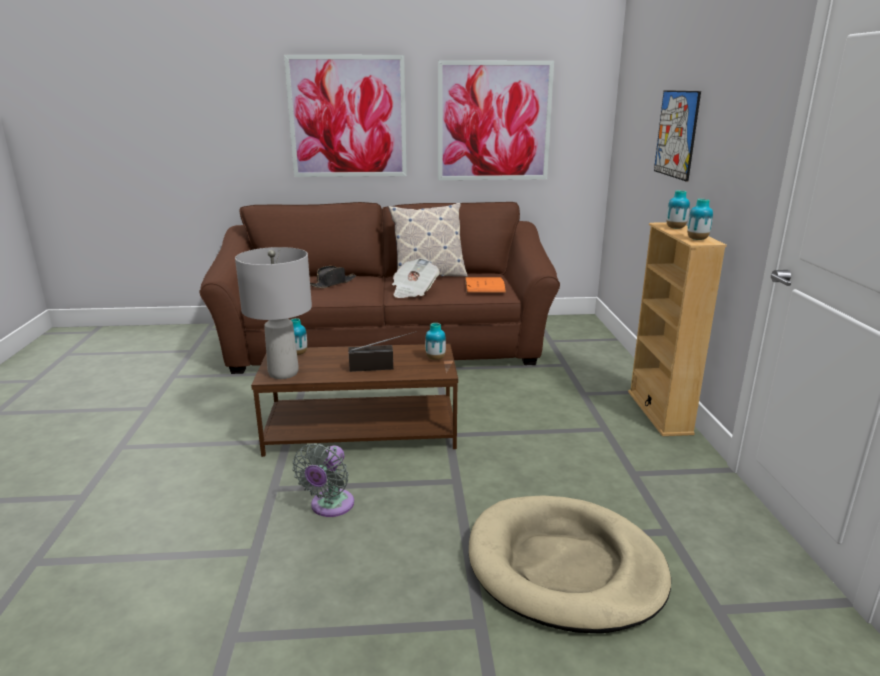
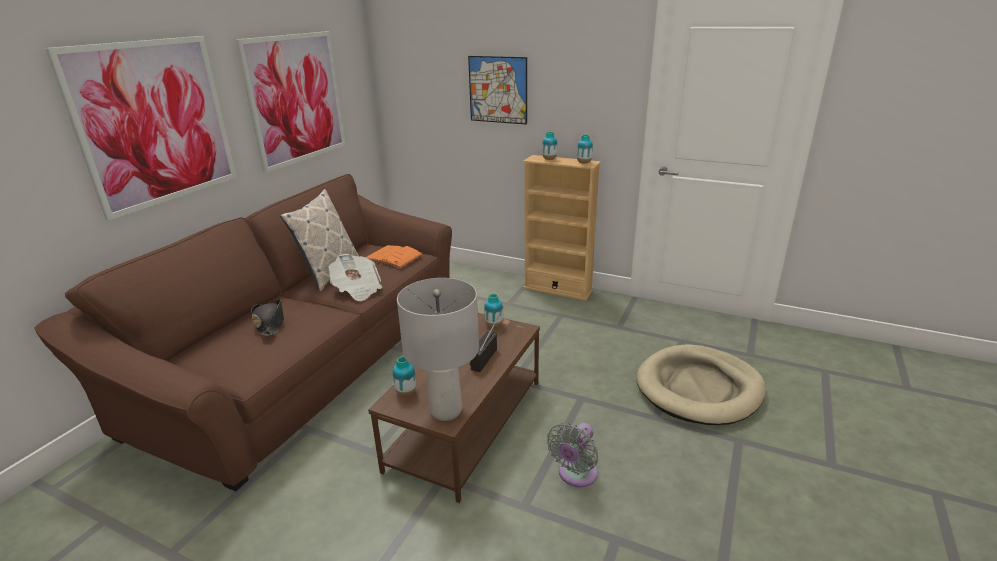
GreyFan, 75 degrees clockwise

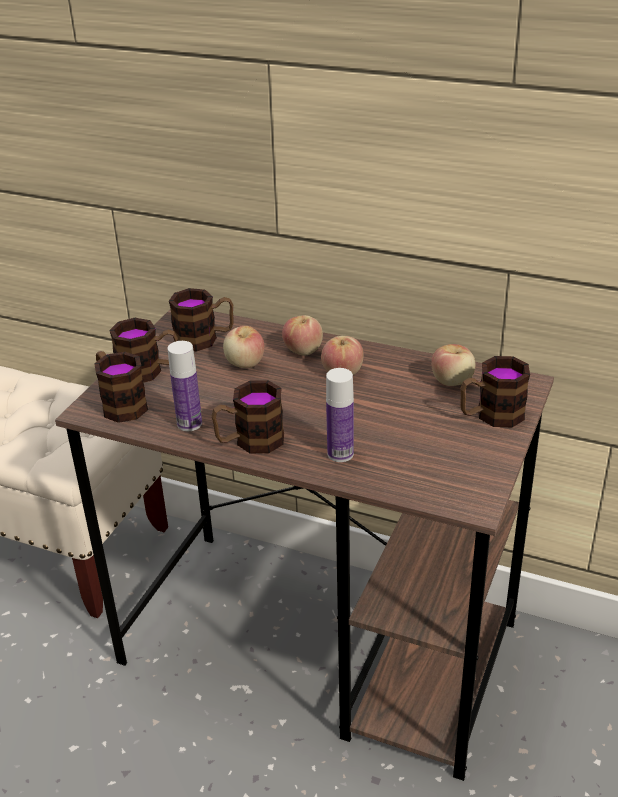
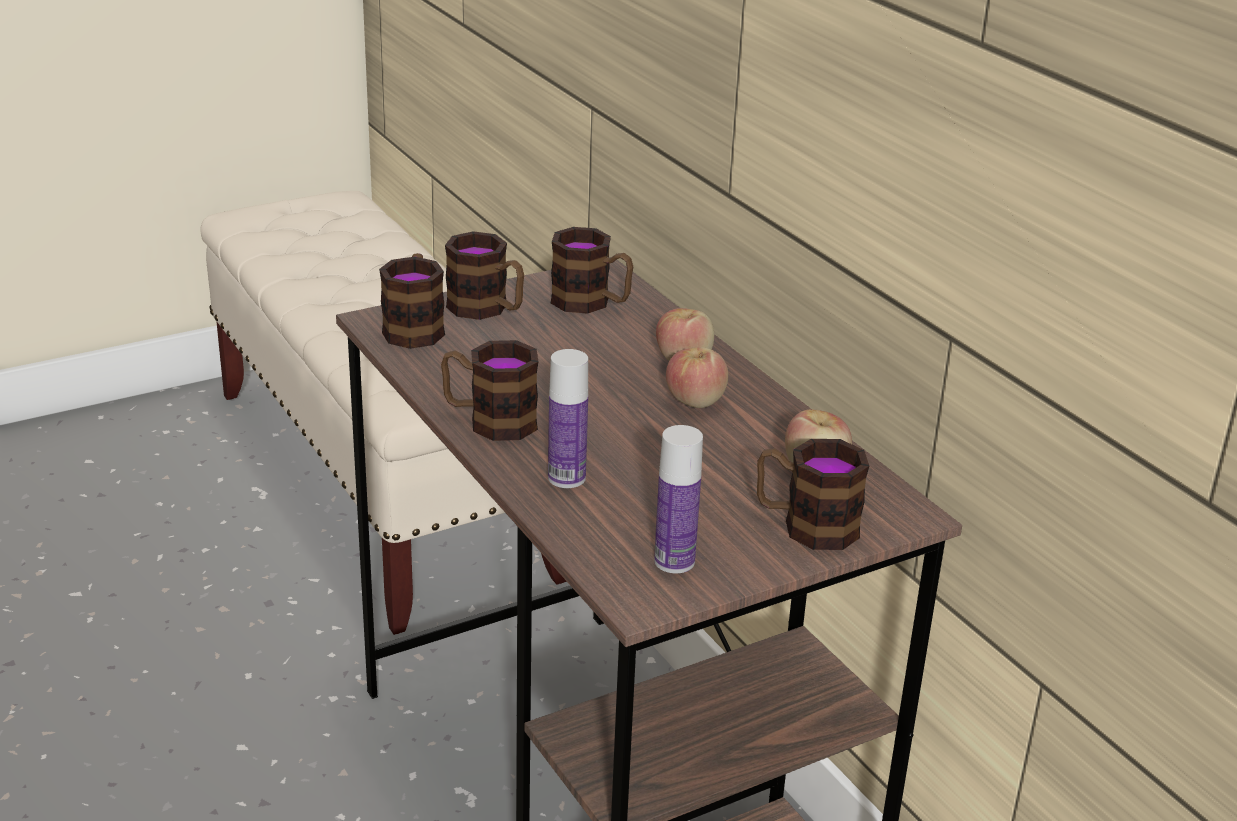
Bottle (1st from left in the first image) => Bottle (2nd from left), moved
Apple (1st from left) => nothing

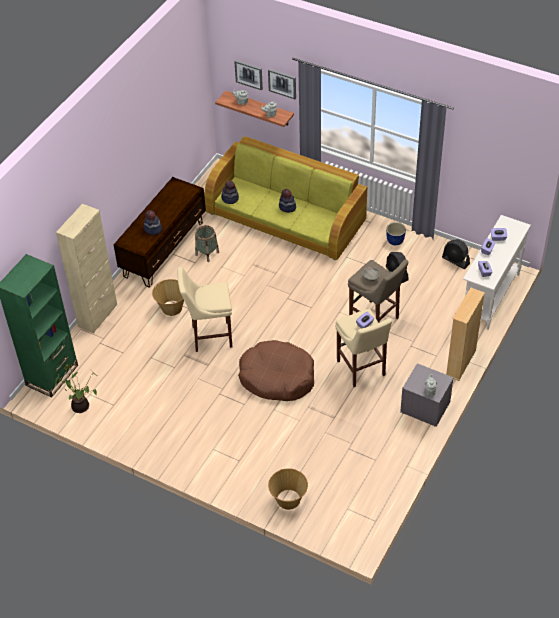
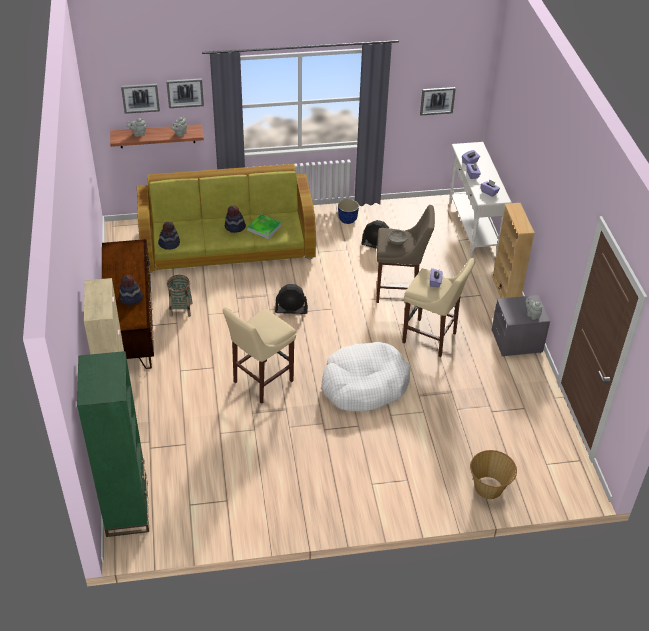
nothing => Tray
BlackFan (2nd from left in the first image) => BlackFan (1st from left), moved
BrownDogBed => WhiteDogBed
nothing => Picture (3rd from left)
PottedPlant => nothing
Basket (1st from left) => nothing

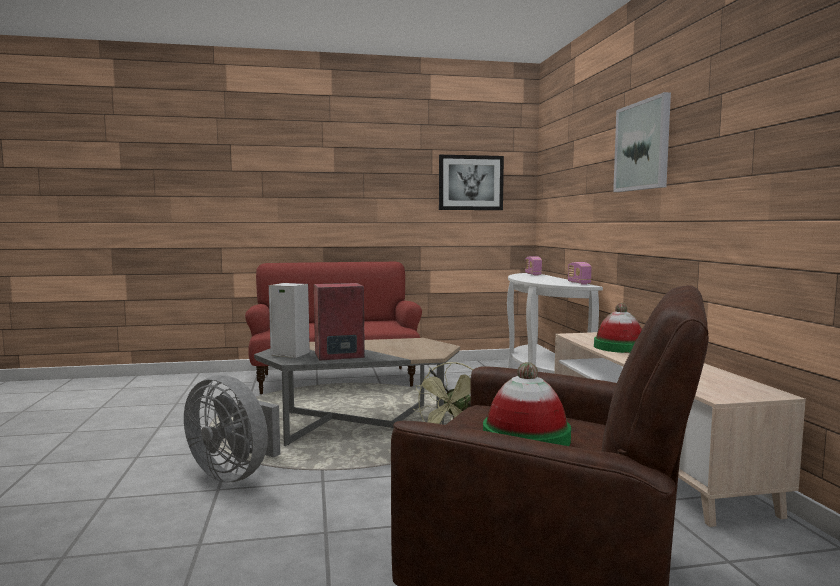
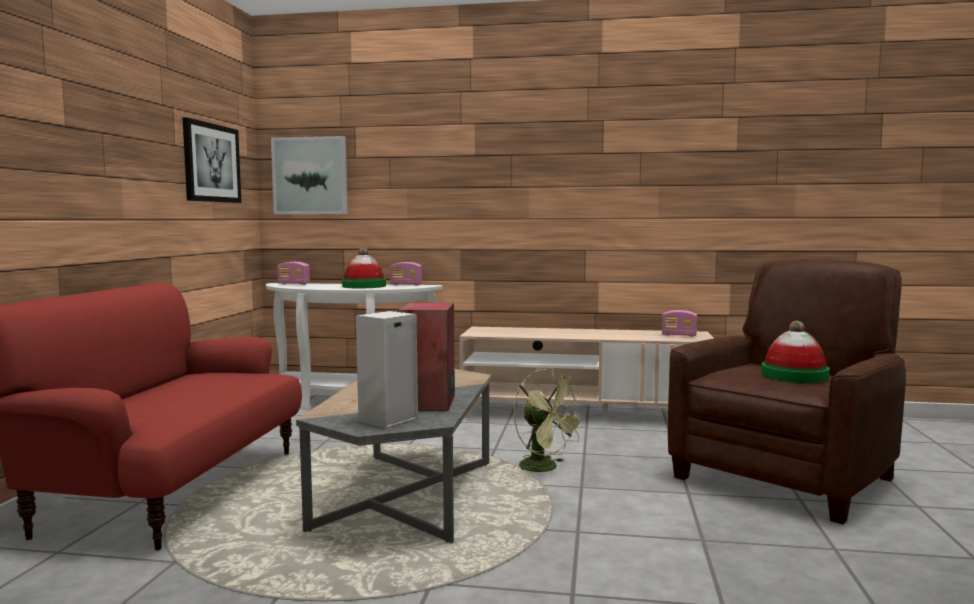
Picture (2nd from left), moved
Hat (2nd from left in the first image) => Hat (1st from left), moved
nothing => Radio (3rd from left)
GreyFan => nothing

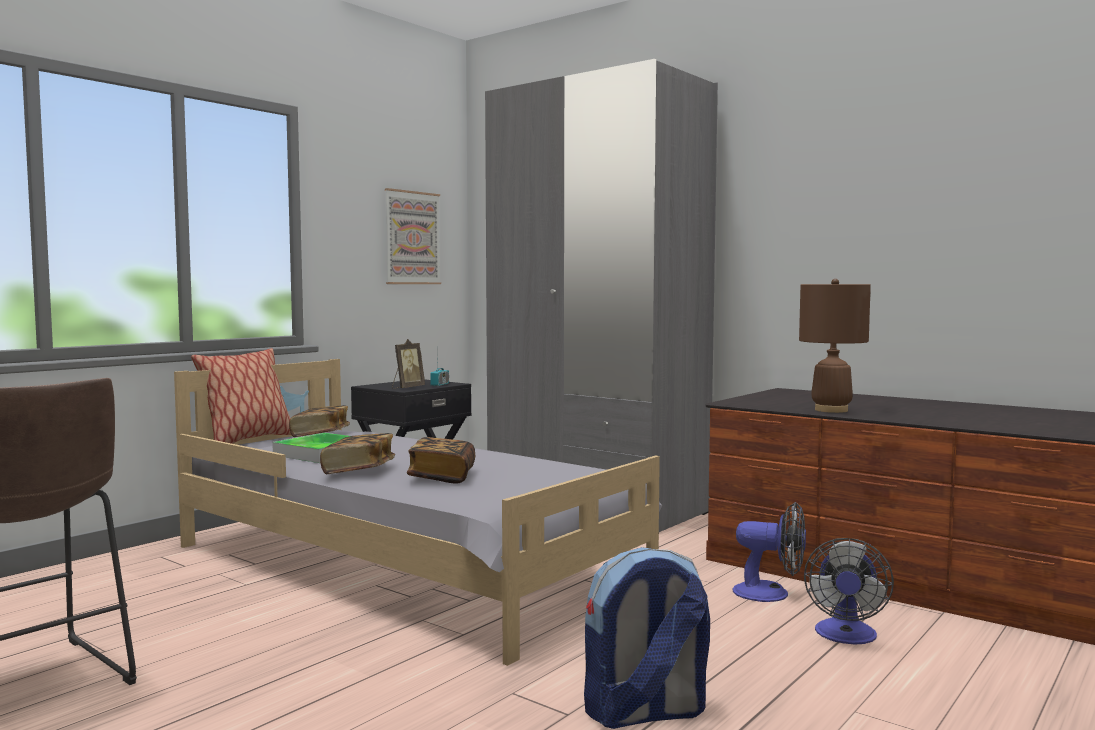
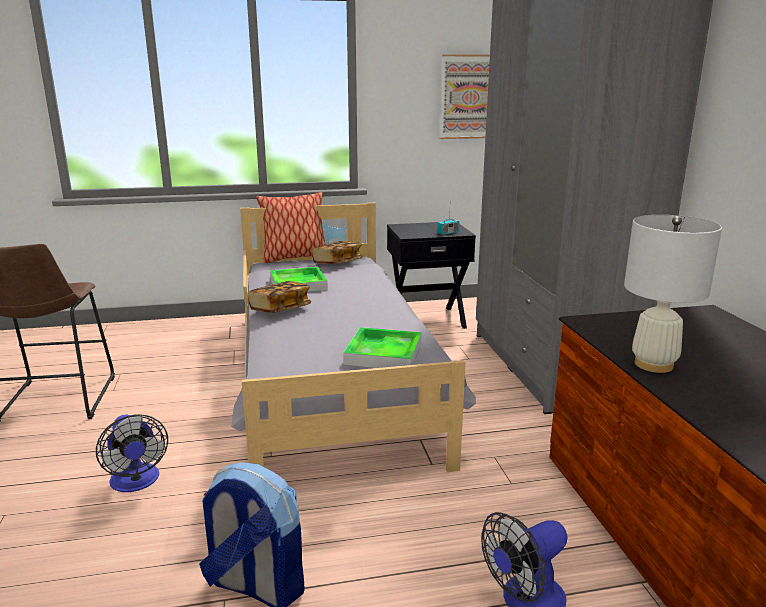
Fan (1st from left), moved
nothing => Tray (2nd from left)
BrownTableLamp => WhiteTableLamp
PictureFrame => nothing
Book (3rd from left) => nothing

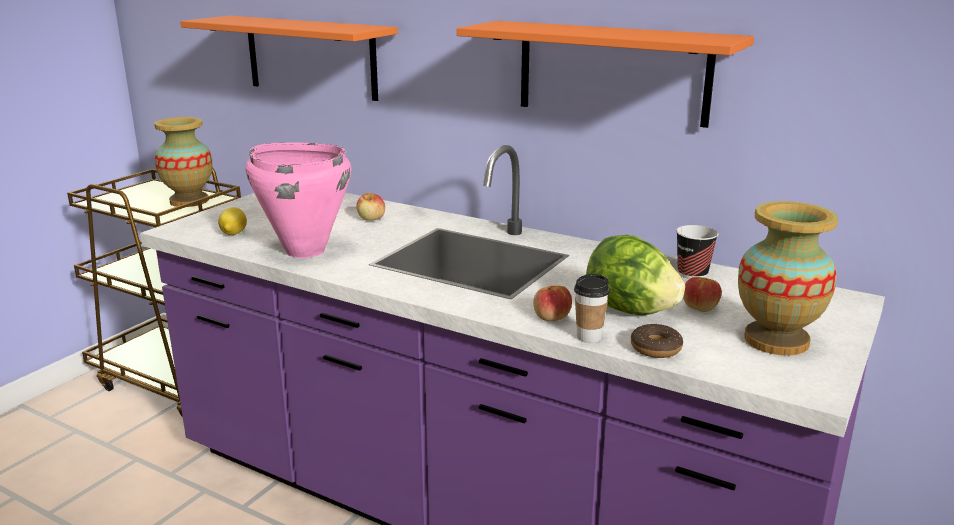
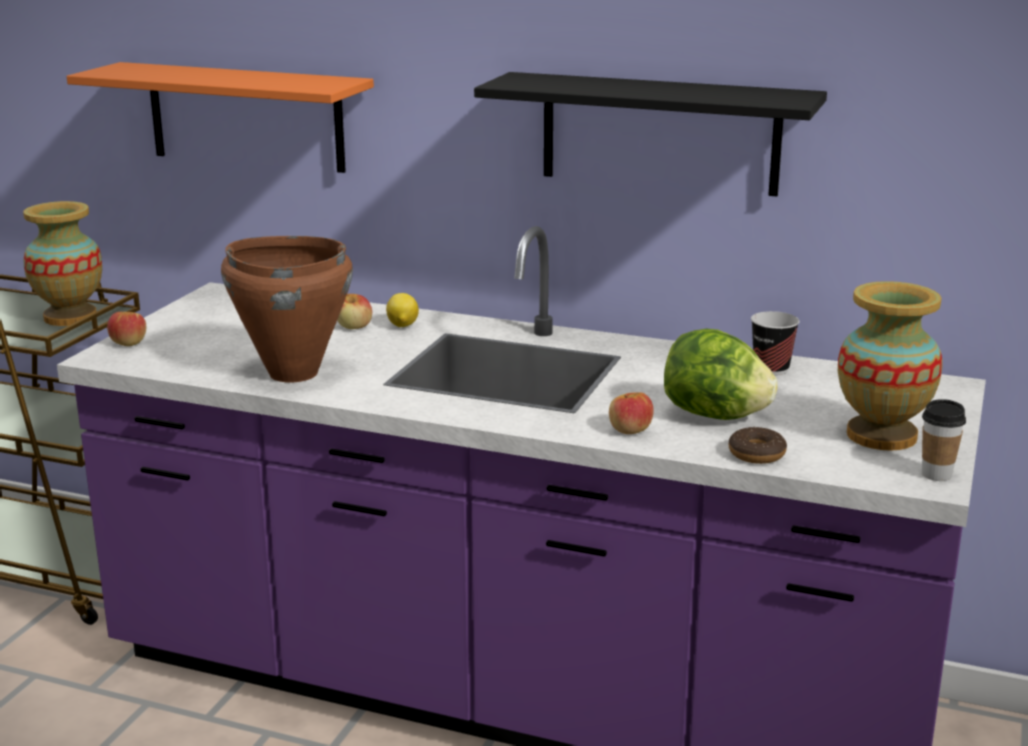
Apple (3rd from left in the first image) => Apple (1st from left), moved
PinkCookingPot => BrownCookingPot
Lemon, moved
OrangeShelf (2nd from left) => BlackShelf
Cup (1st from left in the first image) => Cup (2nd from left), moved

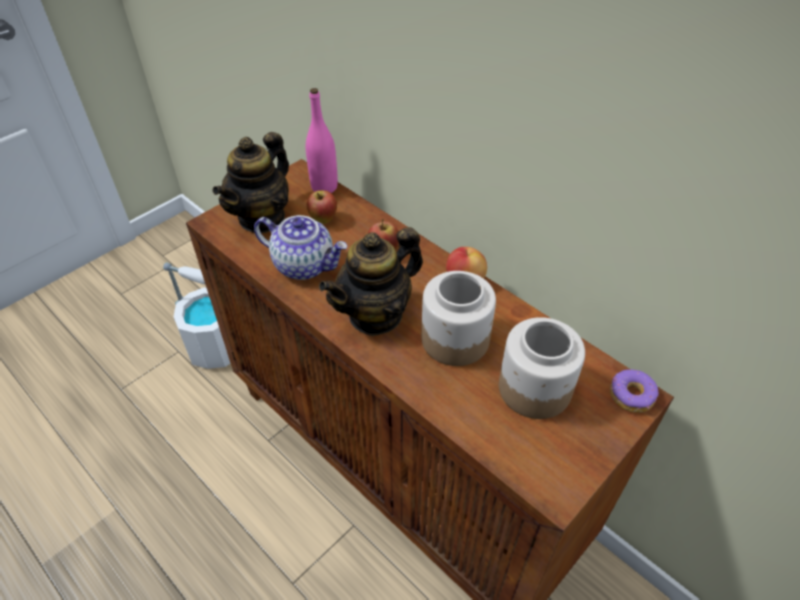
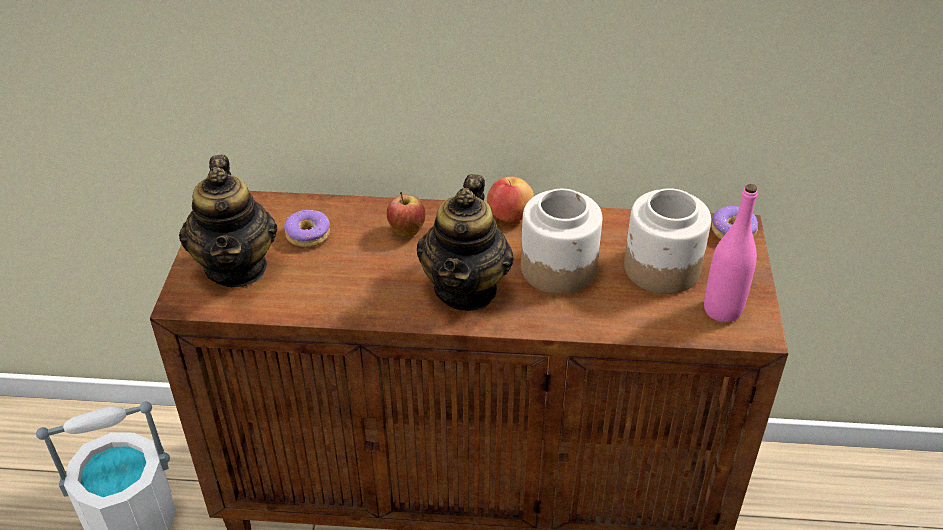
Apple (1st from left) => Donut (1st from left)
PinkBottle, moved
Teapot (2nd from left) => nothing

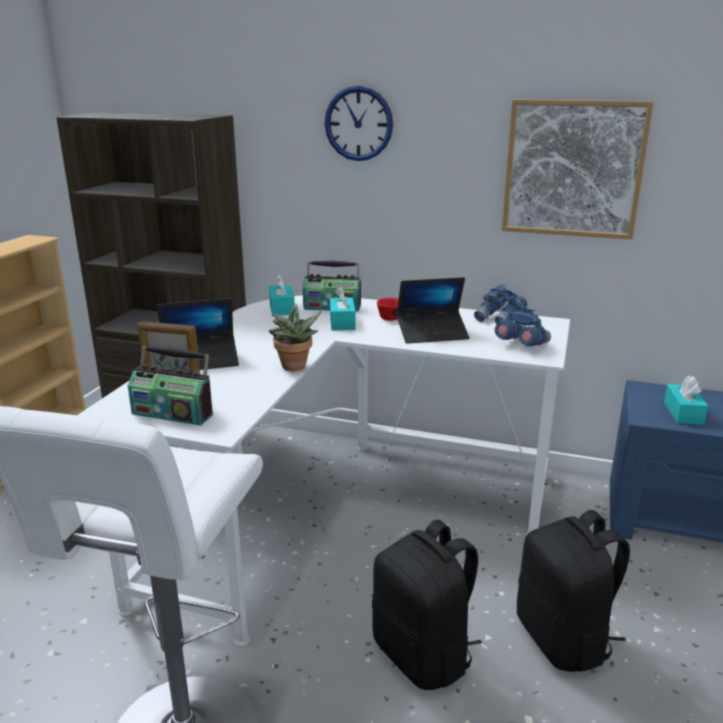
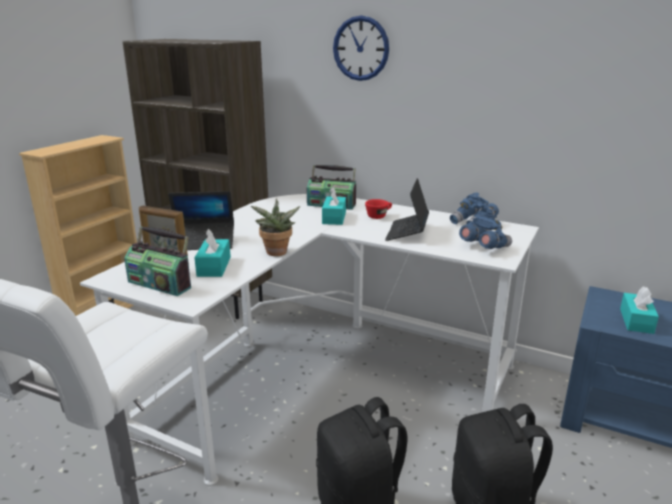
TurquoiseTissueBox (1st from left), moved
Laptop (2nd from left), 105 degrees clockwise
Picture => nothing

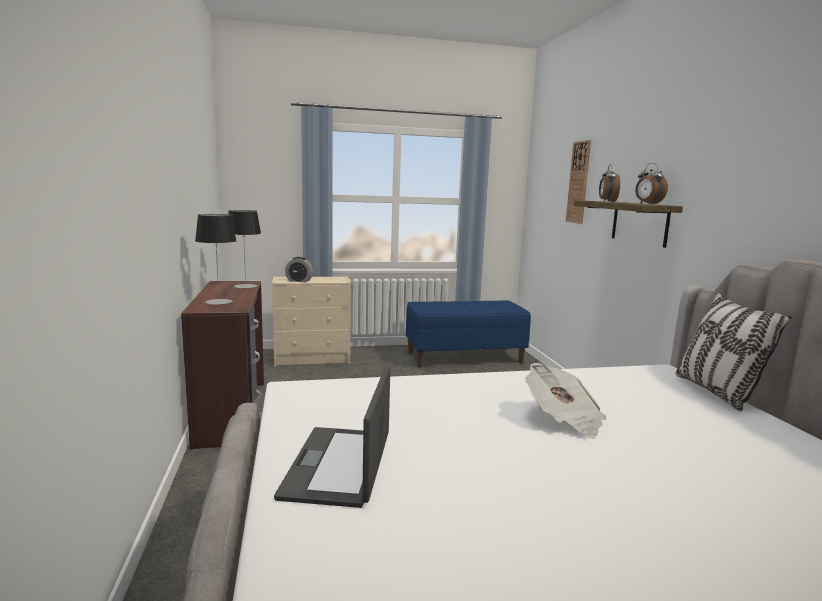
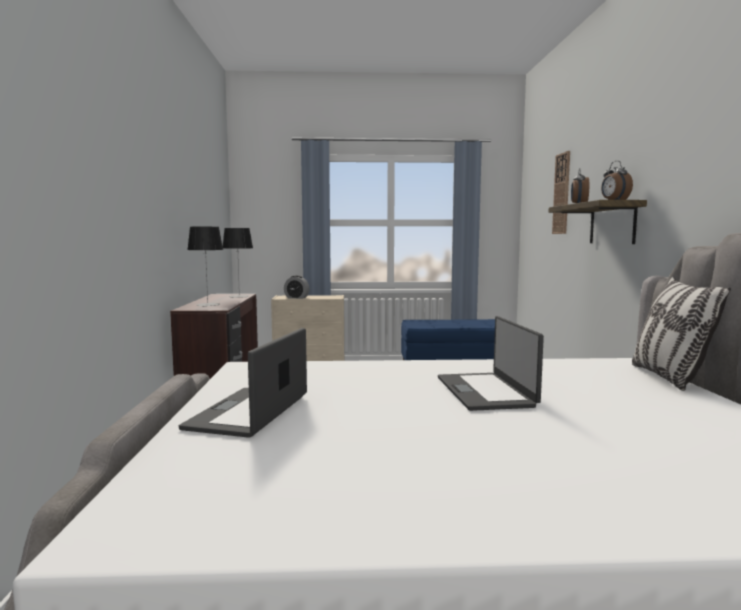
Newspaper => Laptop (2nd from left)

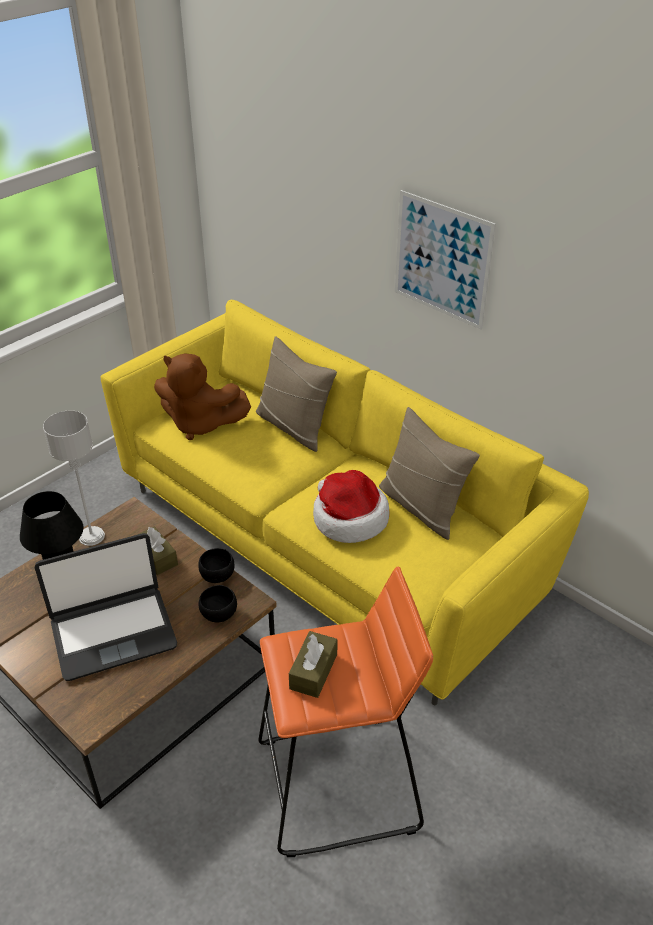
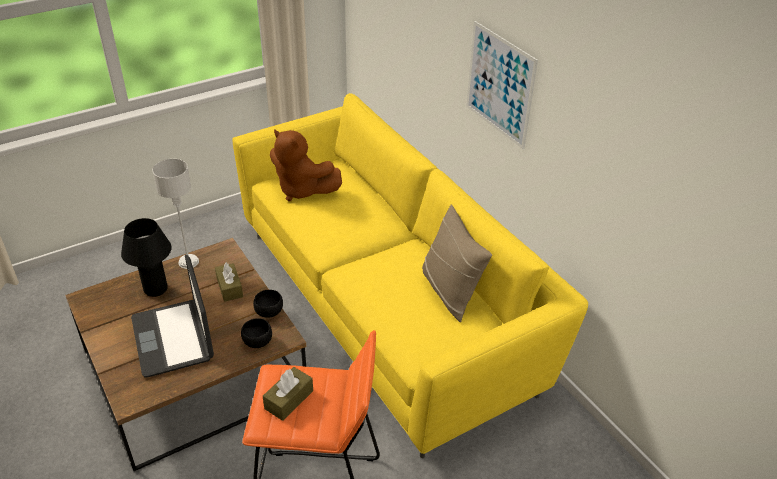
Laptop, 75 degrees clockwise
BeigePillow (1st from left) => nothing
Hat => nothing

